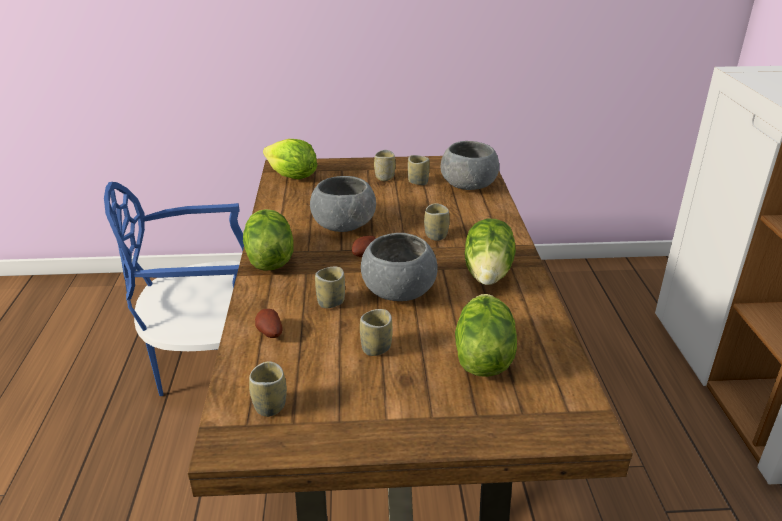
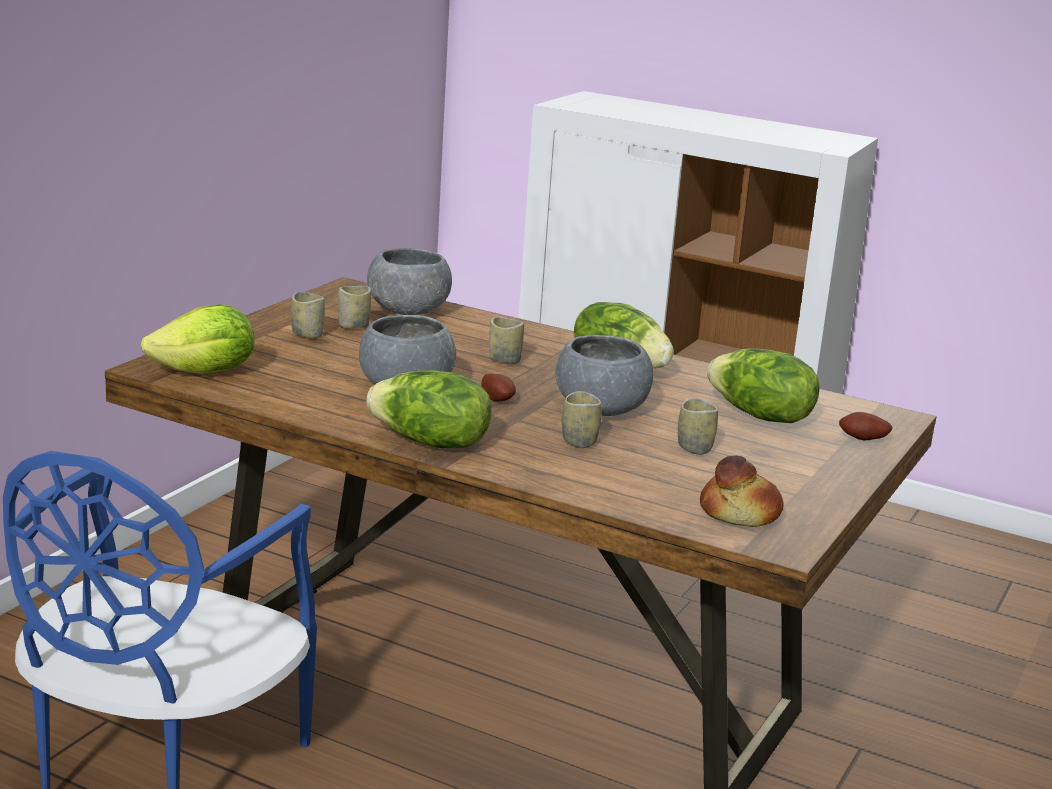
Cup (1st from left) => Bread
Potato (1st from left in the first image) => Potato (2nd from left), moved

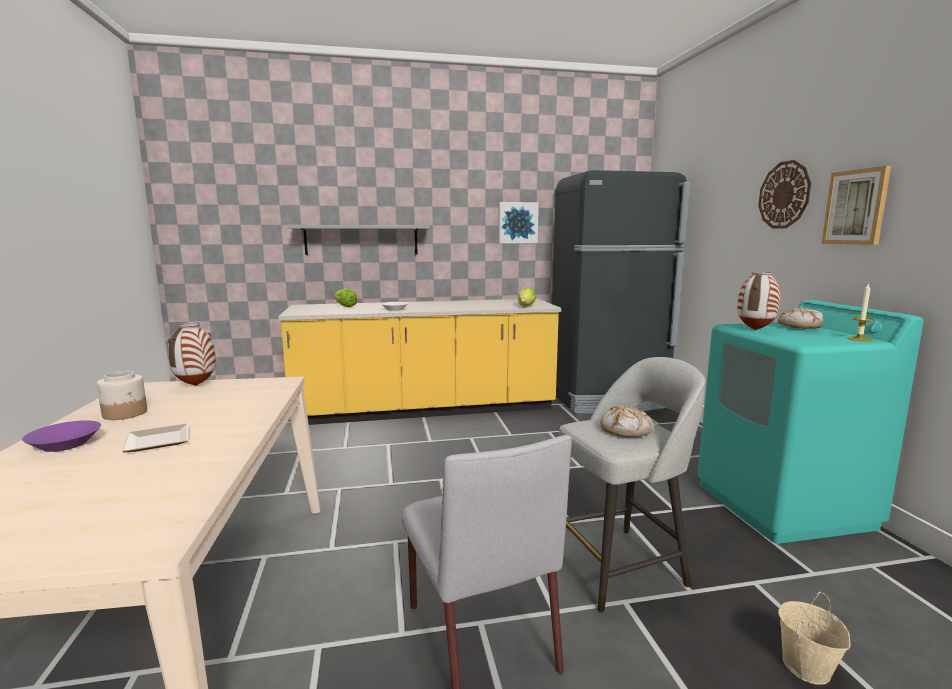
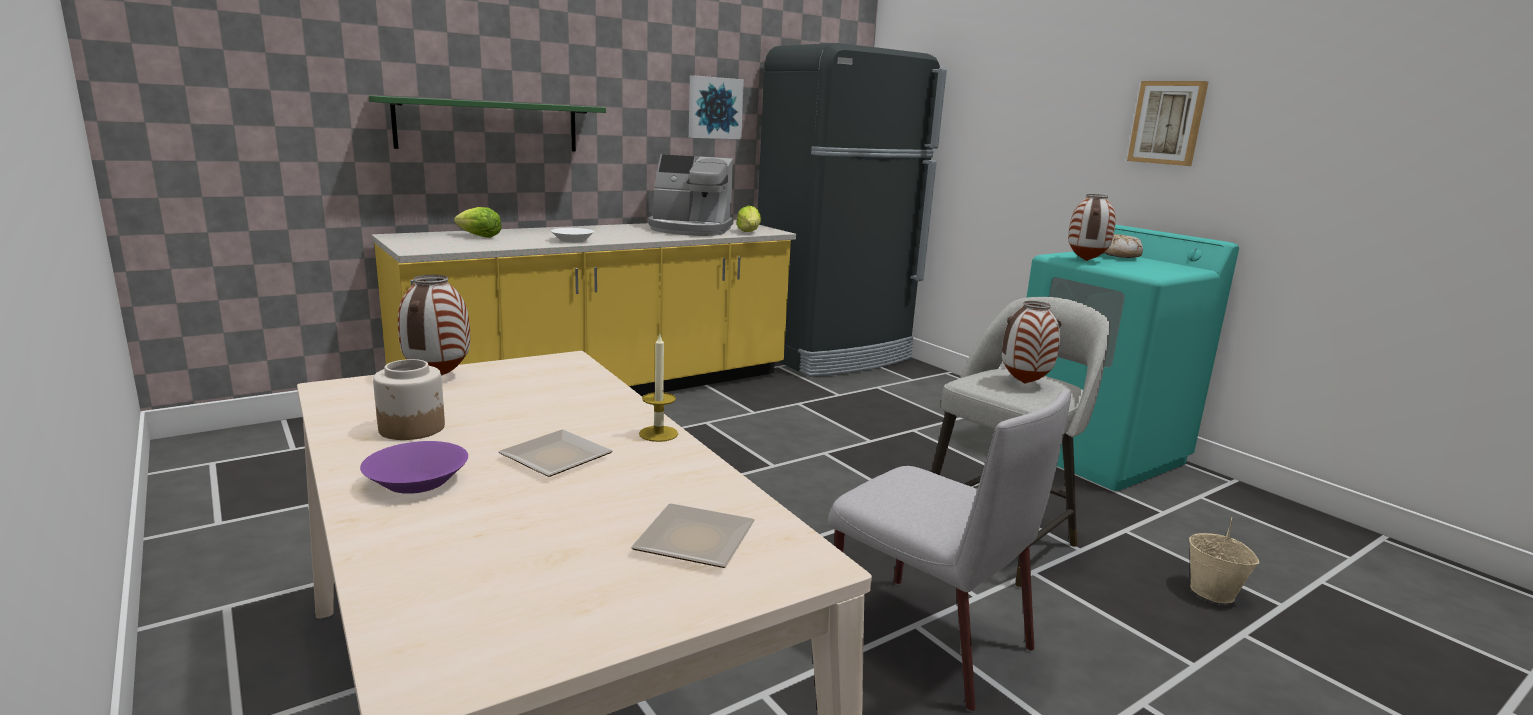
GreyShelf => GreenShelf
nothing => Plate (2nd from left)
Candle, moved
nothing => CoffeeMachine
Bread (1st from left) => Vase (2nd from left)
WallClock => nothing

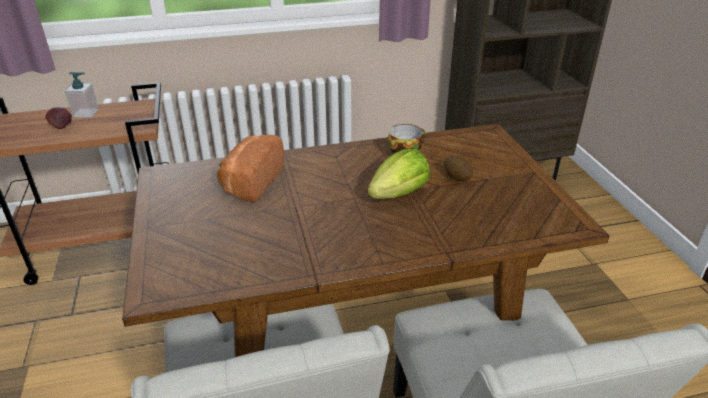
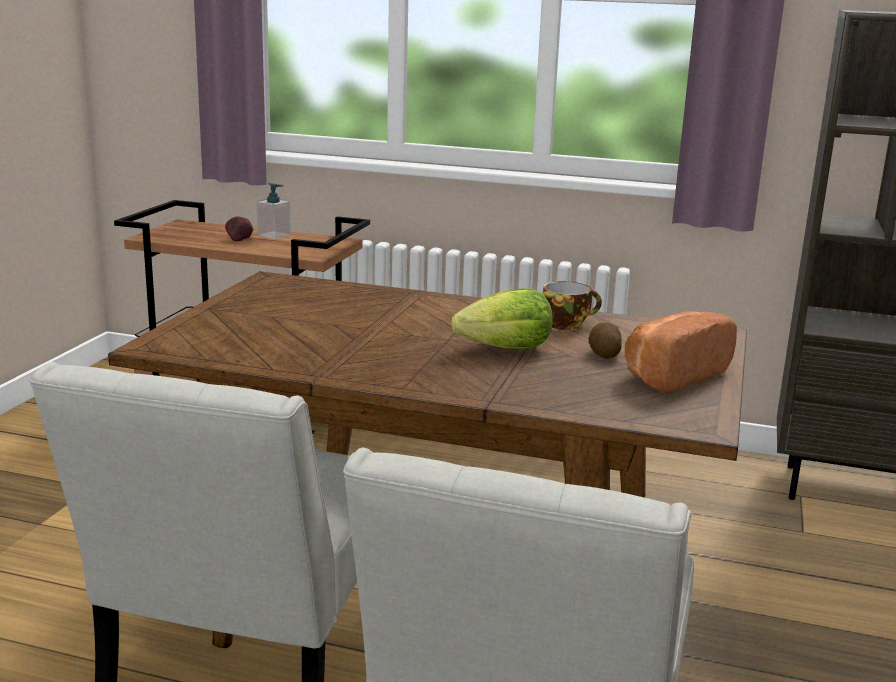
Bread, moved

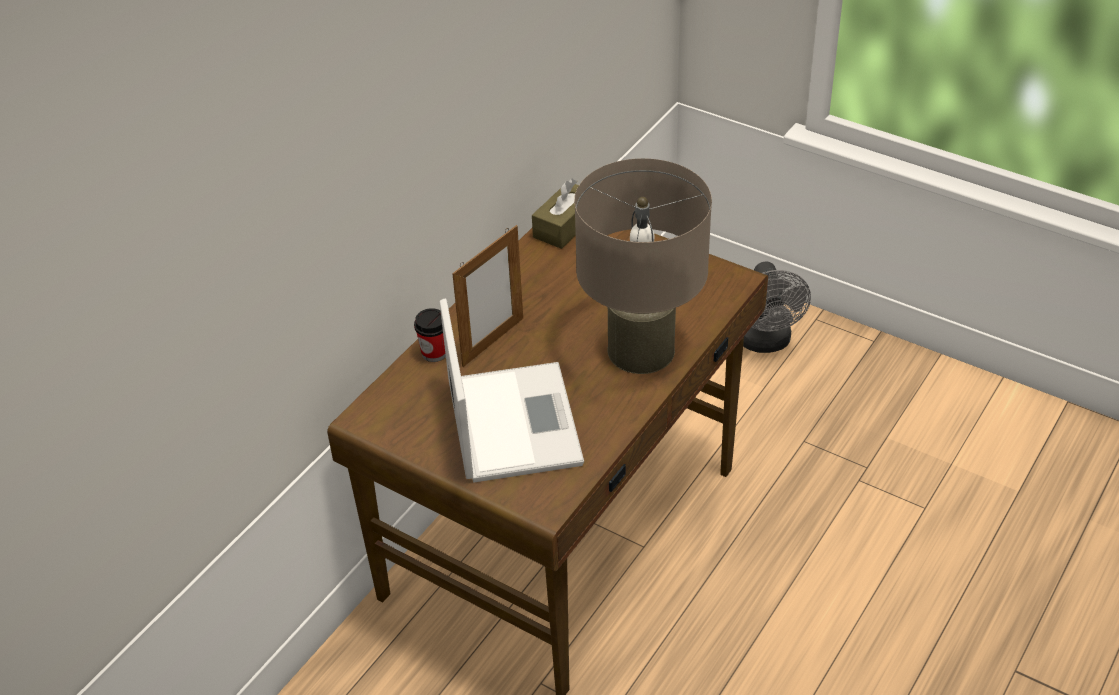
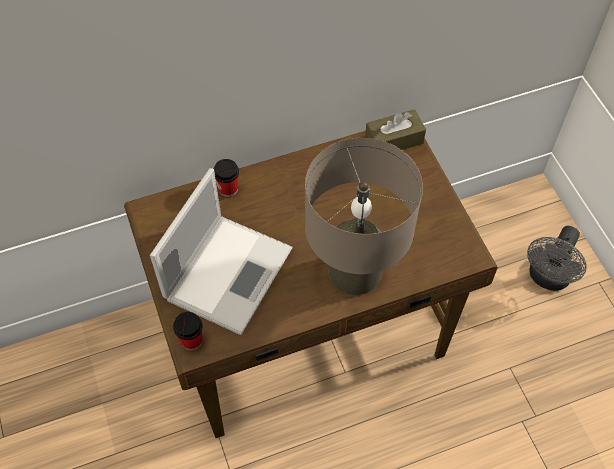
nothing => Cup (1st from left)
PictureFrame => nothing

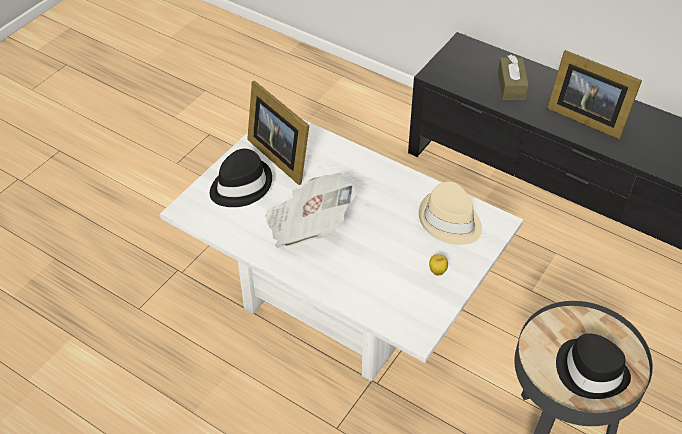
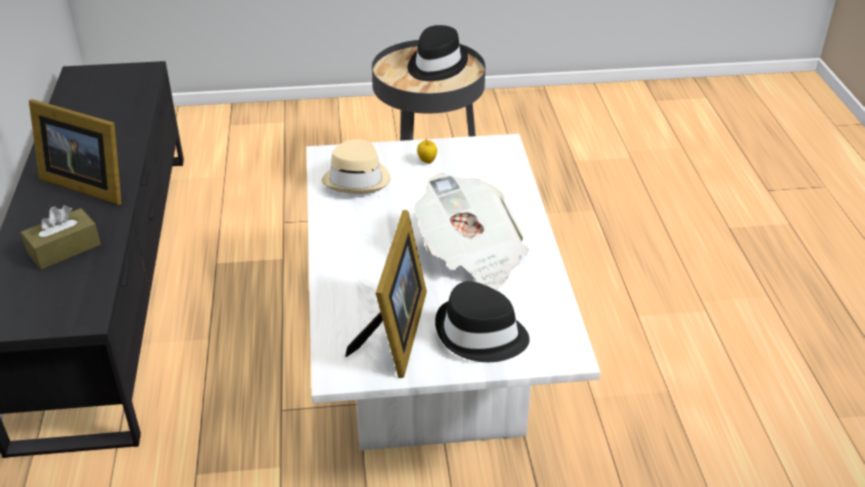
PictureFrame (2nd from left in the first image) => PictureFrame (1st from left), 120 degrees clockwise

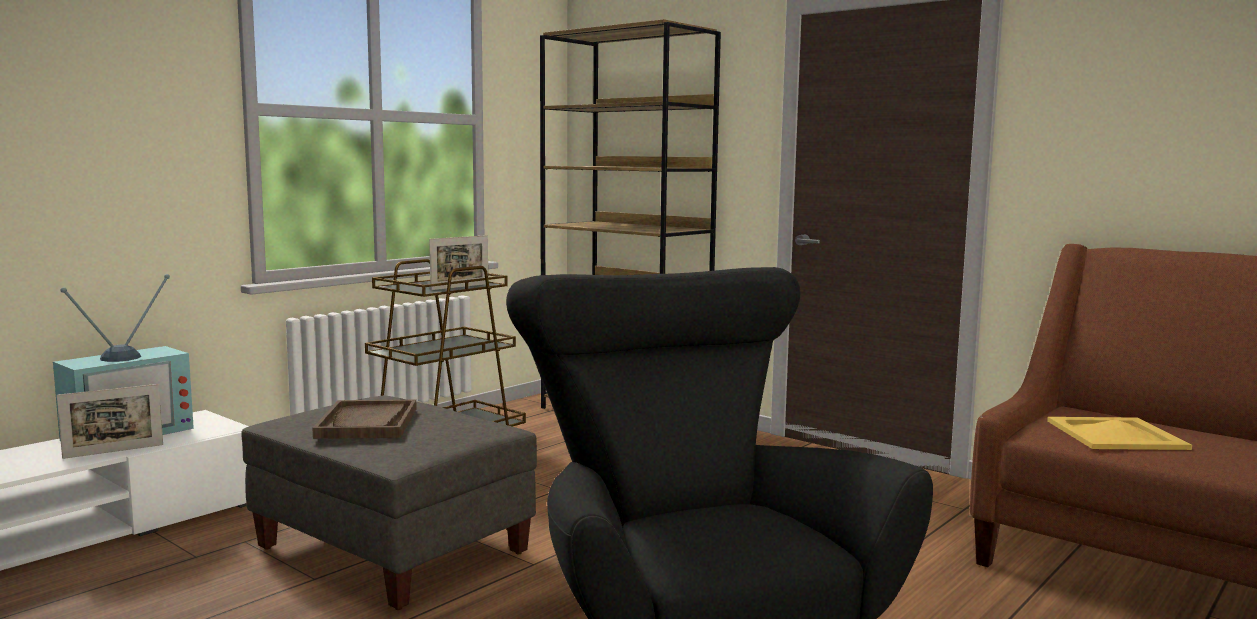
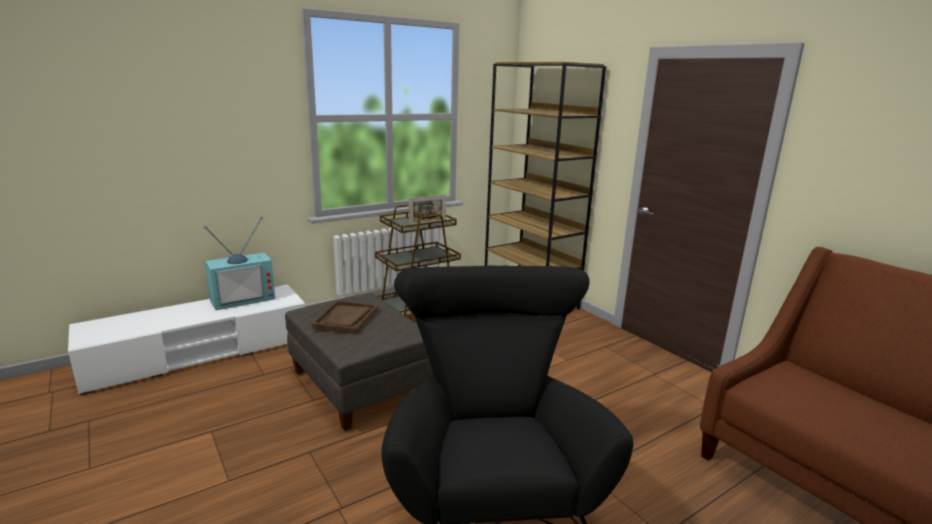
PictureFrame (1st from left) => nothing
YellowTray => nothing

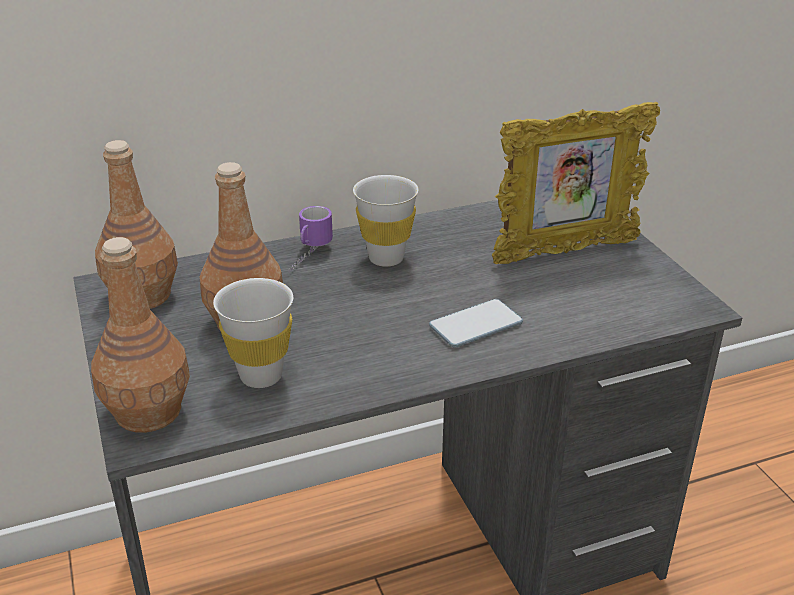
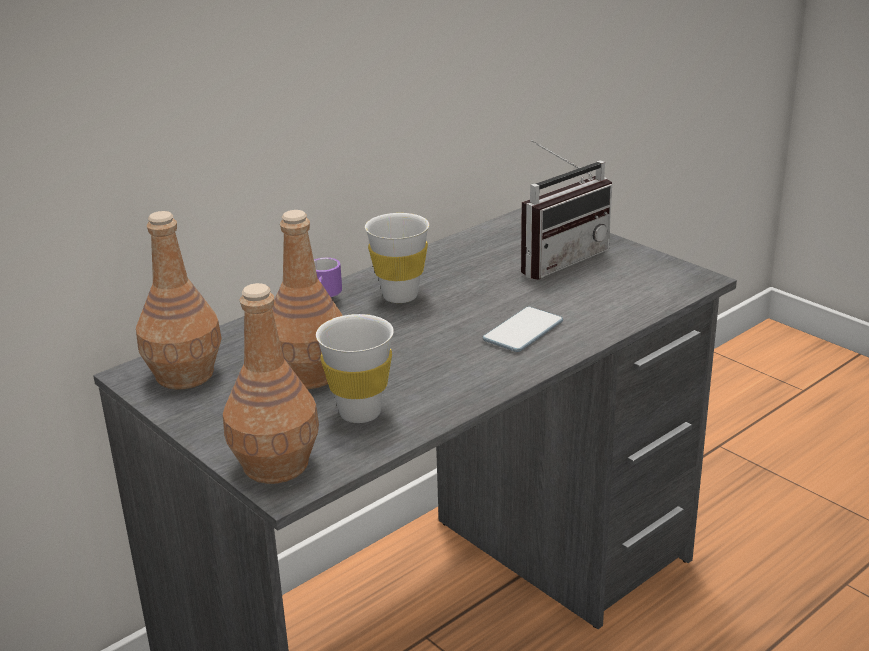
PictureFrame => Radio

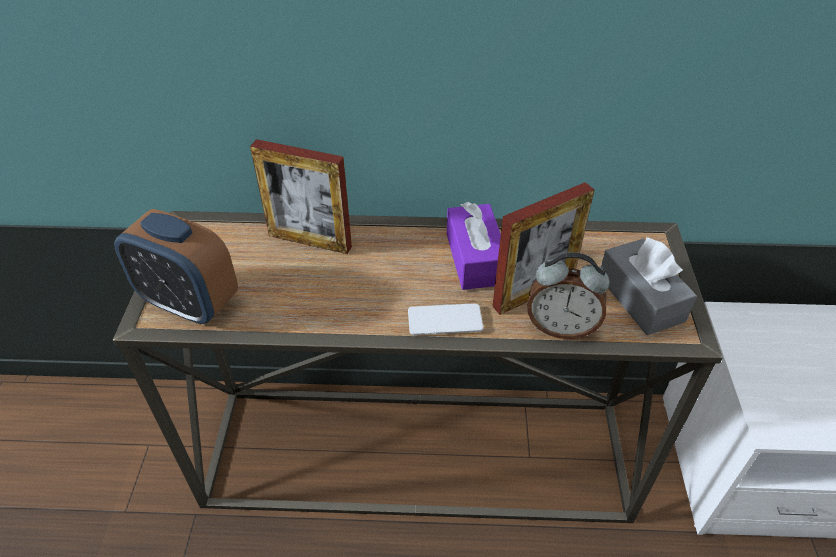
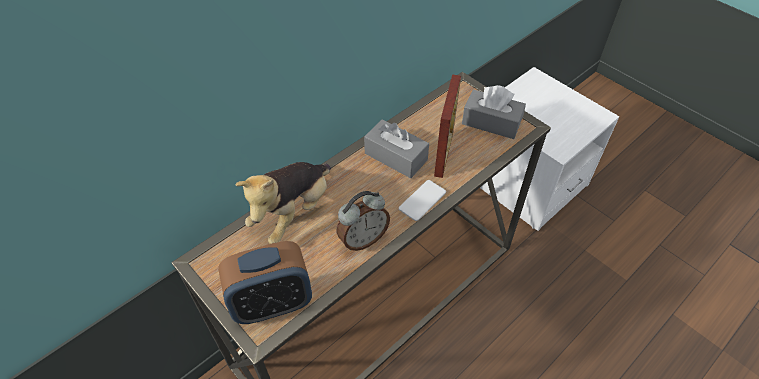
PictureFrame (1st from left) => PlushToy
AlarmClock (2nd from left), moved
PurpleTissueBox => GreyTissueBox (1st from left)

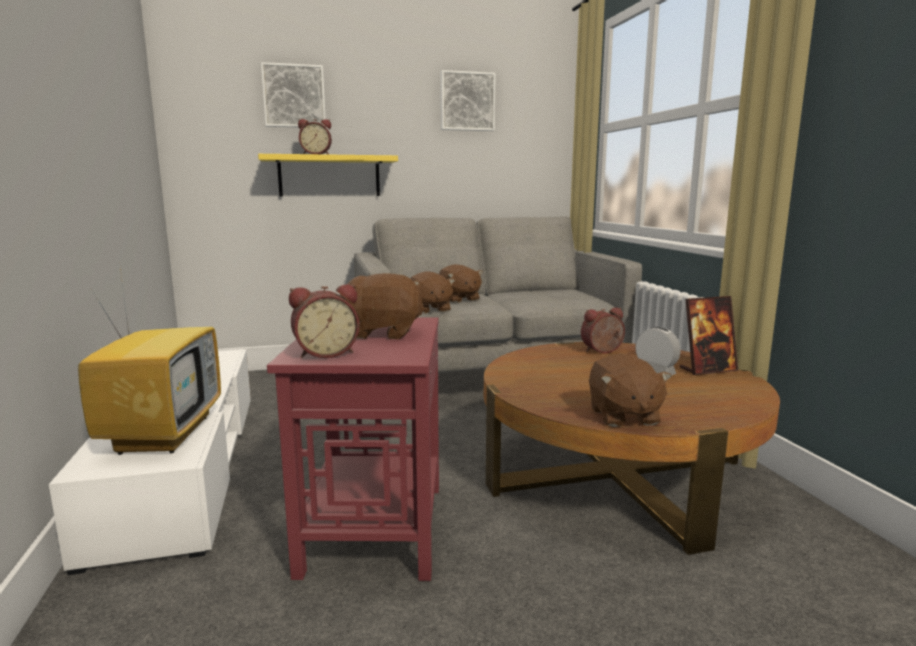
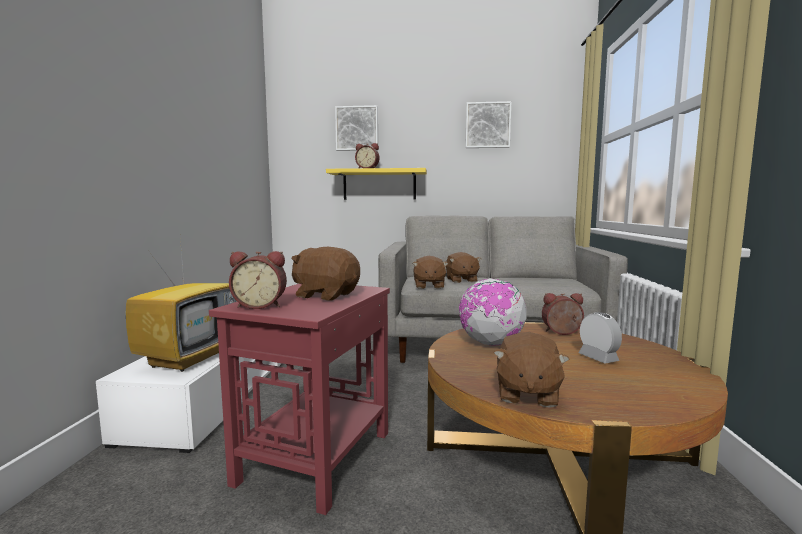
nothing => Globe
PictureFrame => nothing

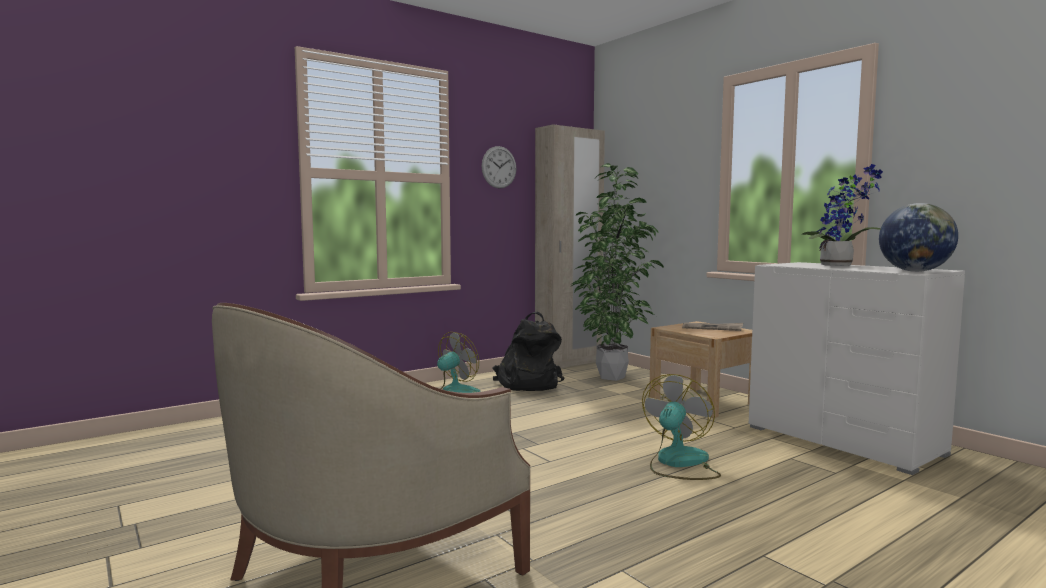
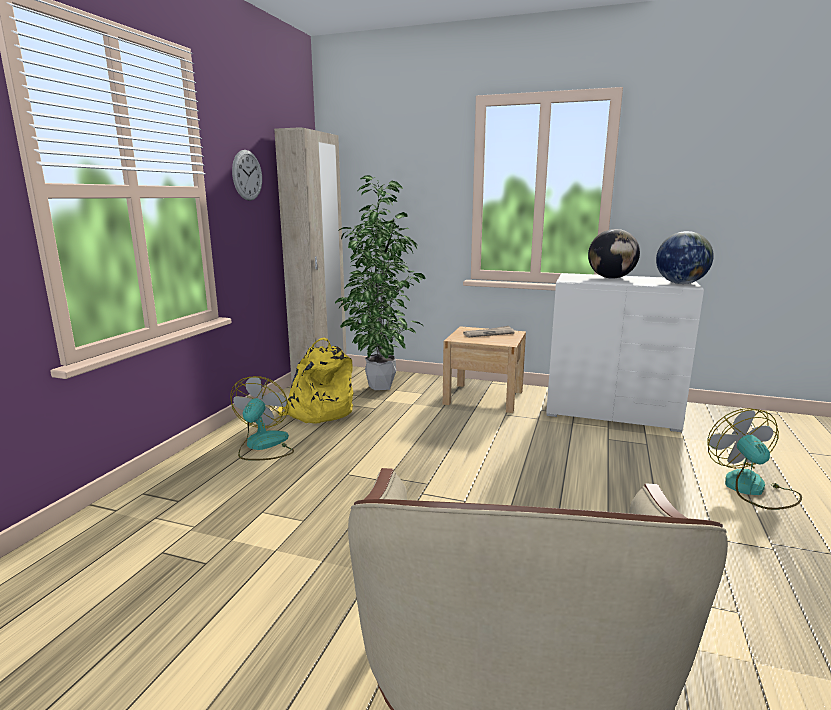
BlackBackpack => YellowBackpack
PottedPlant (2nd from left) => Globe (1st from left)
Fan (2nd from left), moved

